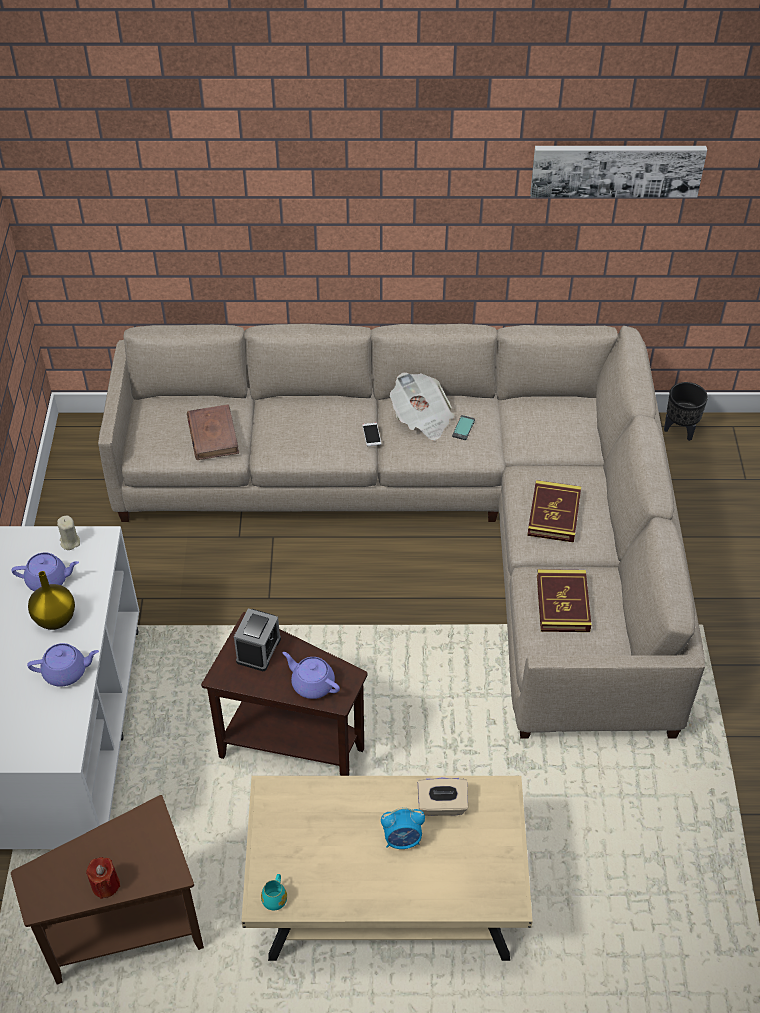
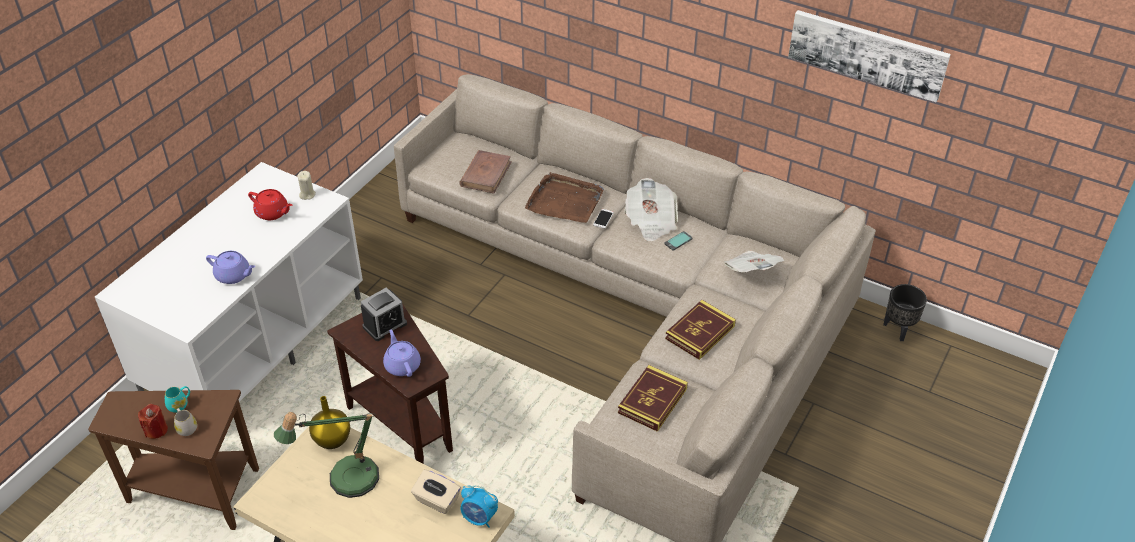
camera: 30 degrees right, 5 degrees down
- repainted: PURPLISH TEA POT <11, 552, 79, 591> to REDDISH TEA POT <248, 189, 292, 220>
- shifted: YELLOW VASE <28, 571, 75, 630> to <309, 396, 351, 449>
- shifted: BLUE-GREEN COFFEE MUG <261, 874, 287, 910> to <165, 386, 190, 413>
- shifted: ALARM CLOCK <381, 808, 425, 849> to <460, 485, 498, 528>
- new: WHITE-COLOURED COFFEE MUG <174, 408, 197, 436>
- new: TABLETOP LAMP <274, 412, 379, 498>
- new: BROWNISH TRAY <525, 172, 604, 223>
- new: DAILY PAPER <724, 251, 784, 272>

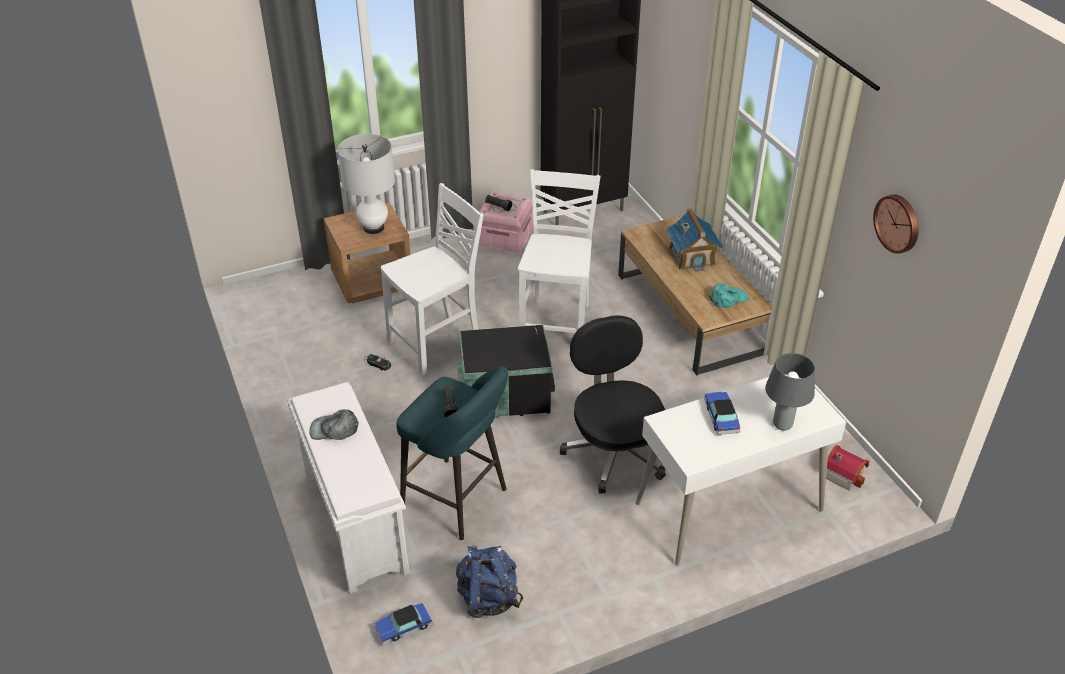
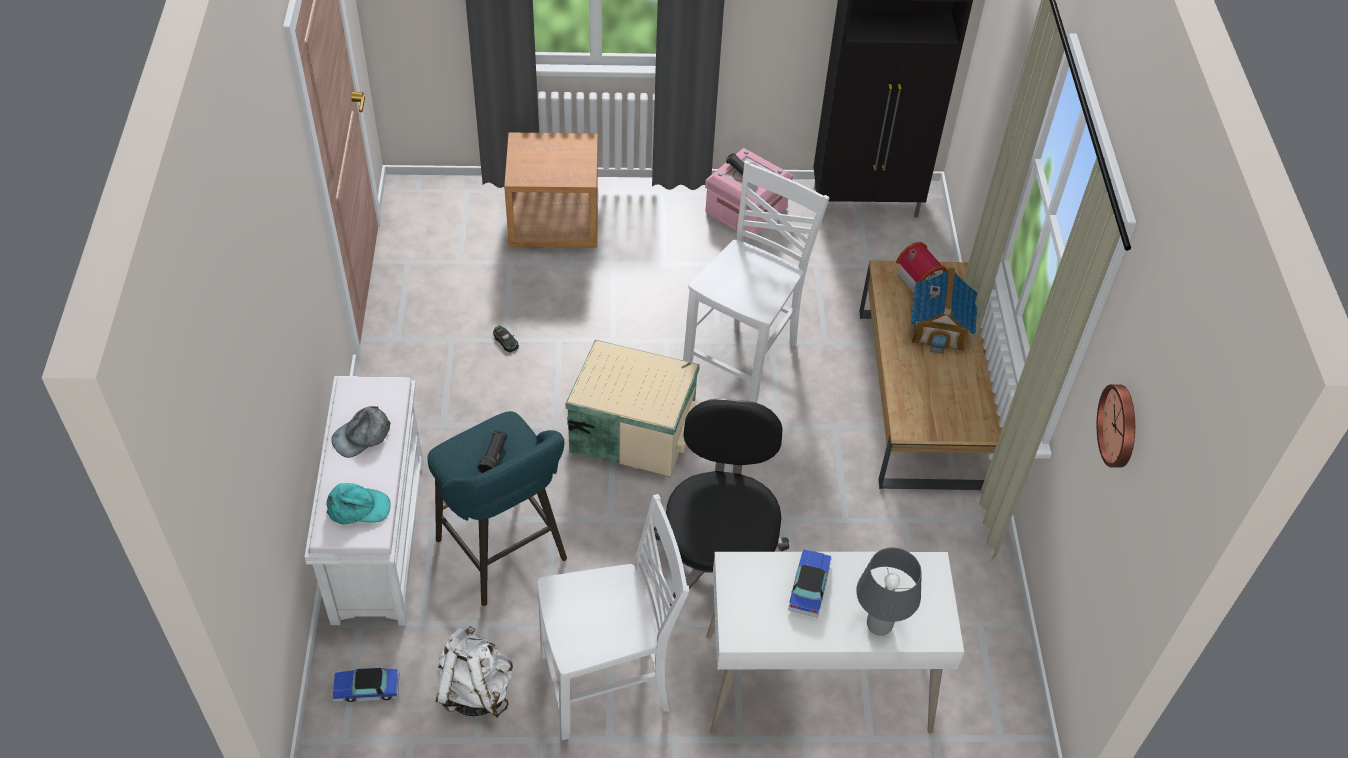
camera: 20 degrees right, 10 degrees up
- rotated: GRAY BASEBALL CAP <309, 409, 359, 440> = <331, 406, 390, 458> 60 degrees counterclockwise
- gone: WHITE-COLOURED TABLETOP LAMP <338, 134, 395, 234>
- shifted: WHITE-COLOURED UPRIGHT CHAIR <381, 183, 484, 375> to <538, 494, 689, 740>
- repainted: BLUISH RUCKSACK <456, 545, 523, 618> to WHITE-COLOURED RUCKSACK <436, 626, 513, 717>
- repainted: BLACKISH STORAGE BOX <457, 325, 555, 418> to SAND-COLOURED STORAGE BOX <565, 339, 700, 478>
- shifted: BLUE-GREEN BASEBALL CAP <709, 284, 749, 308> to <326, 483, 390, 525>
- shifted: TOY HOUSE <826, 445, 869, 491> to <896, 242, 948, 294>

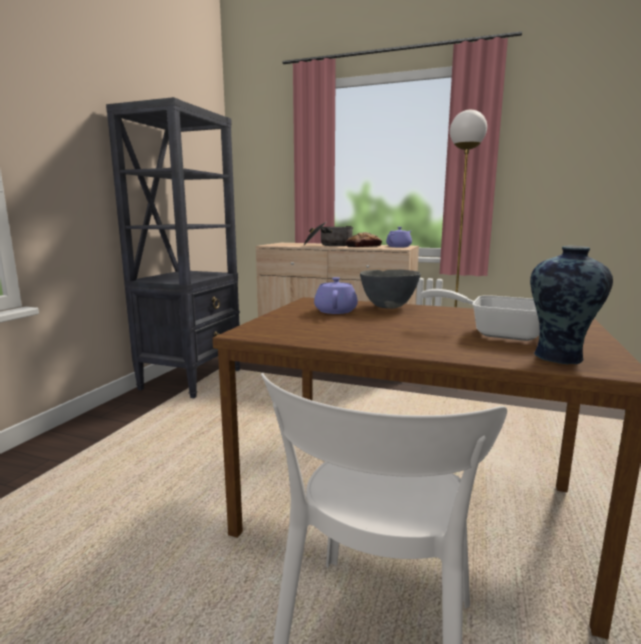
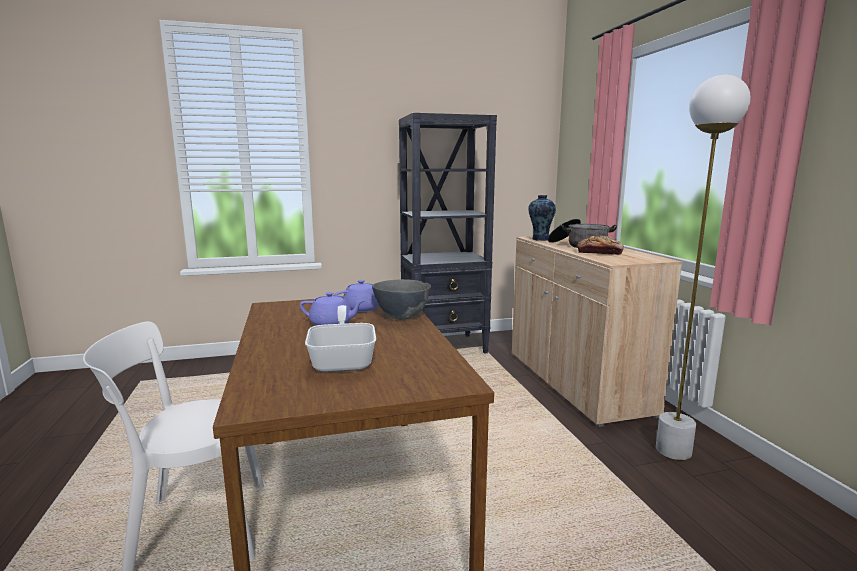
camera: 55 degrees right, 0 degrees up
- shifted: PURPLISH TEA POT <386, 227, 412, 247> to <300, 292, 365, 325>
- shifted: VASE <530, 246, 613, 365> to <528, 195, 556, 241>

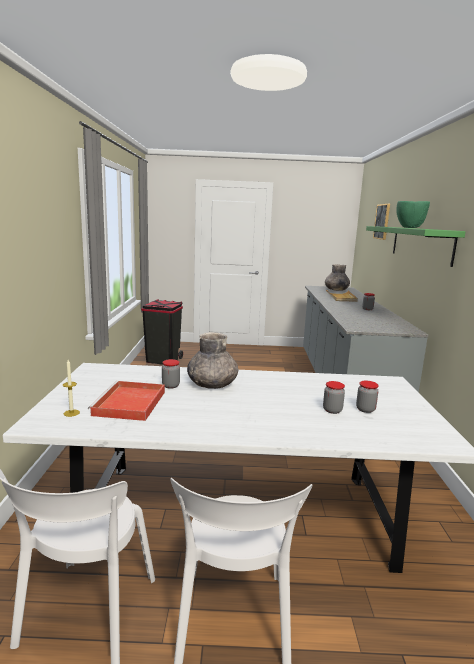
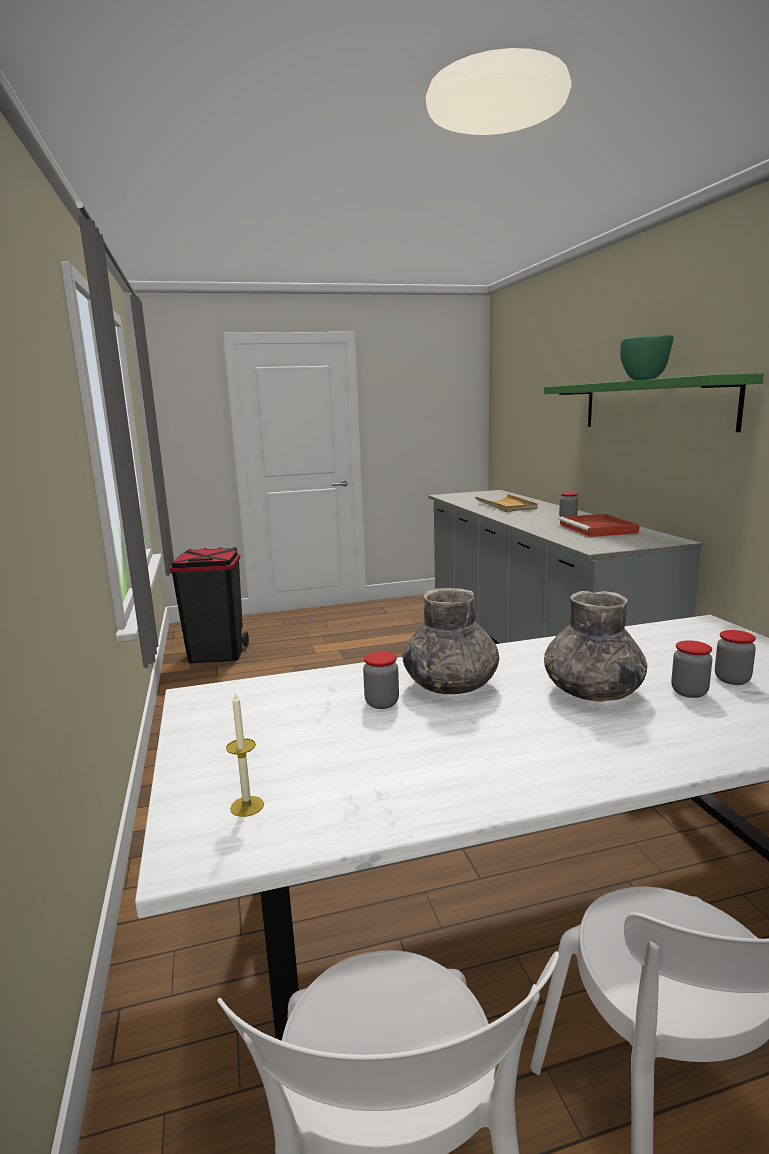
camera: 15 degrees left, 0 degrees up
- shifted: REDDISH TRAY <88, 381, 165, 421> to <558, 514, 640, 537>
- shifted: GRAY VASE <325, 264, 350, 291> to <544, 591, 647, 702>
- gone: WALL PICTURE <373, 204, 390, 240>

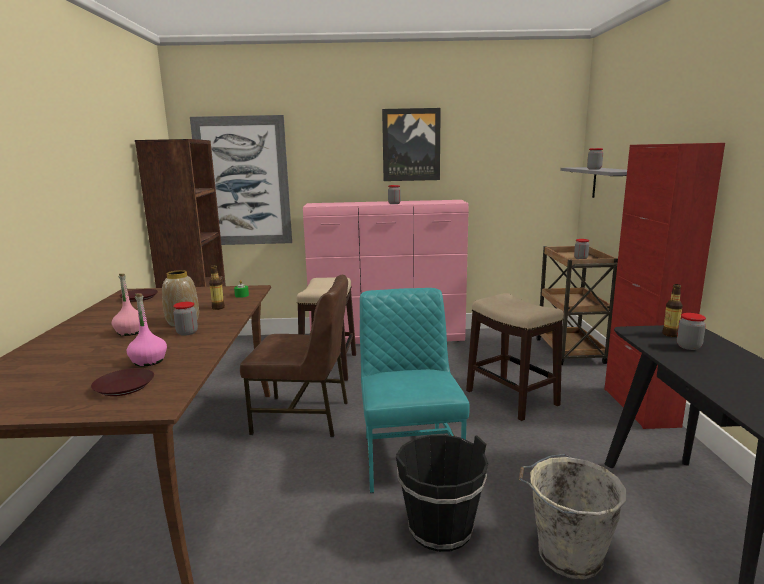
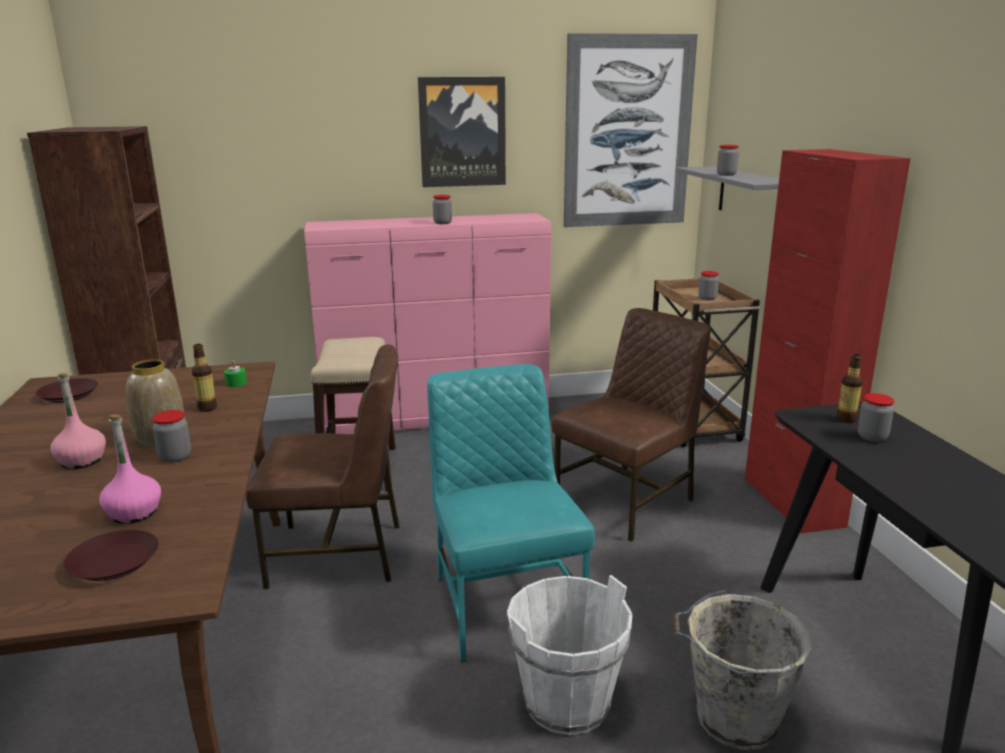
camera: 10 degrees left, 5 degrees up
- shifted: WALL PICTURE <190, 115, 292, 245> to <564, 33, 698, 227>
- repainted: BLACKISH BUCKET <396, 435, 488, 552> to WHITE-COLOURED BUCKET <507, 575, 632, 735>
- swapped: STOOL <466, 293, 564, 421> to BROWNISH UPRIGHT CHAIR <552, 308, 711, 542>

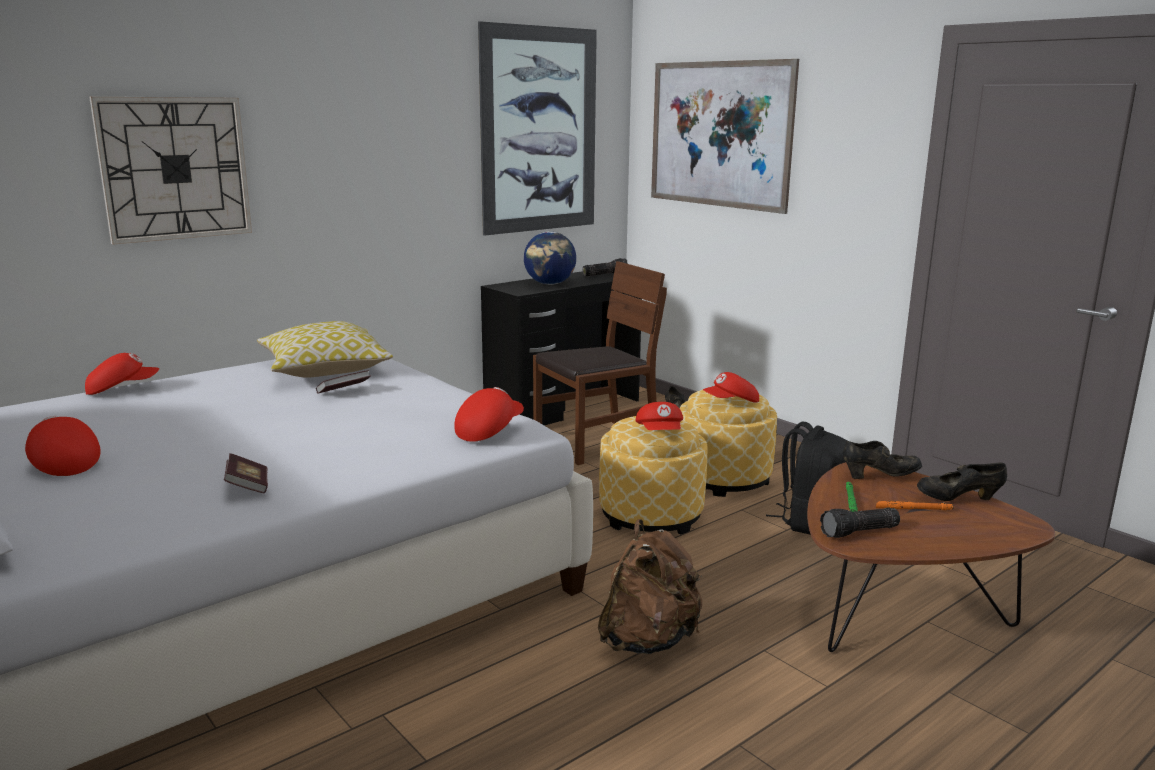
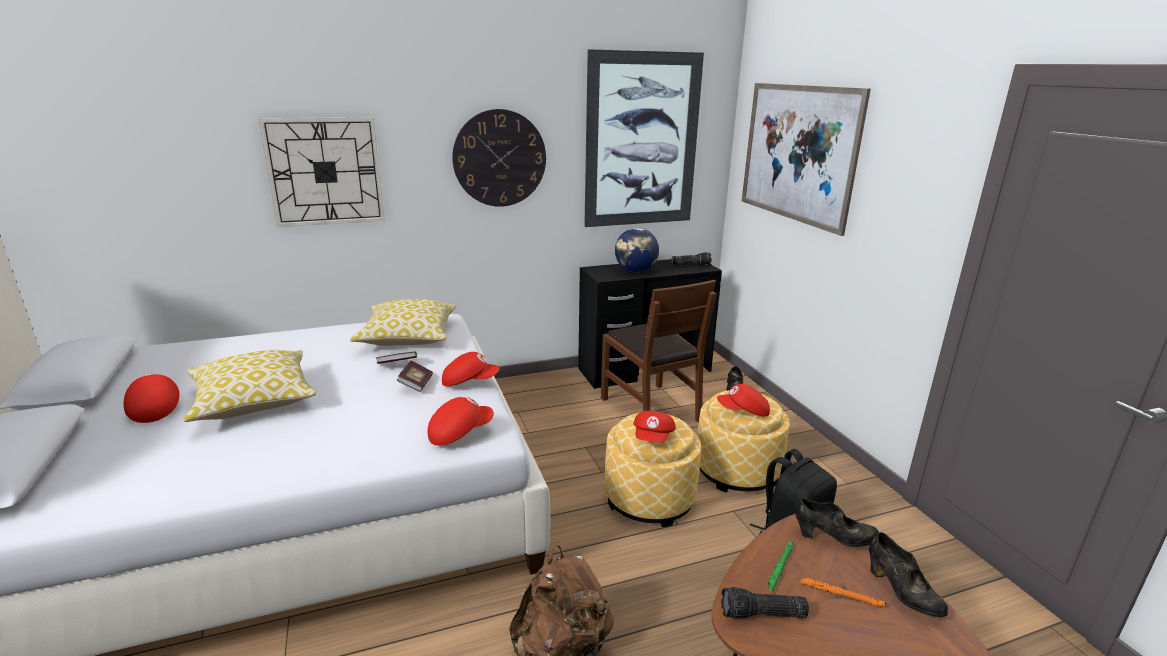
camera: 20 degrees right, 5 degrees up
- shifted: REDDISH BASEBALL CAP <85, 353, 159, 395> to <442, 352, 500, 386>
- shifted: BOUND BOOK <224, 453, 268, 493> to <397, 360, 433, 392>
- rotated: BROWNISH UPRIGHT CHAIR <533, 261, 667, 465> = <601, 280, 716, 422> 75 degrees clockwise
- rotated: BLACKISH ITEM OF FOOTWEAR <917, 462, 1007, 501> = <869, 532, 948, 617> 135 degrees counterclockwise
- new: PILLOW <183, 350, 316, 422>
- new: CLOCK ON THE WALL <452, 109, 546, 207>

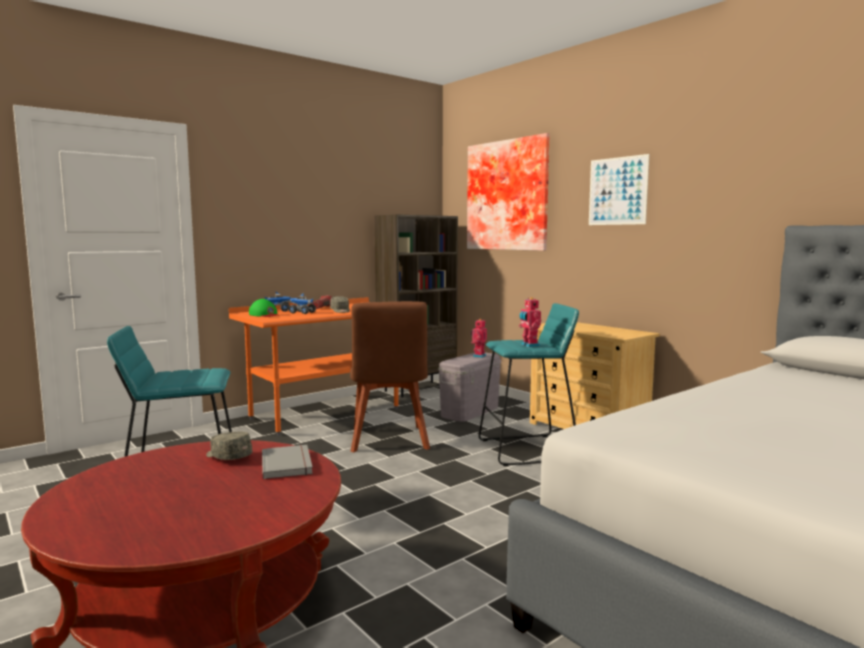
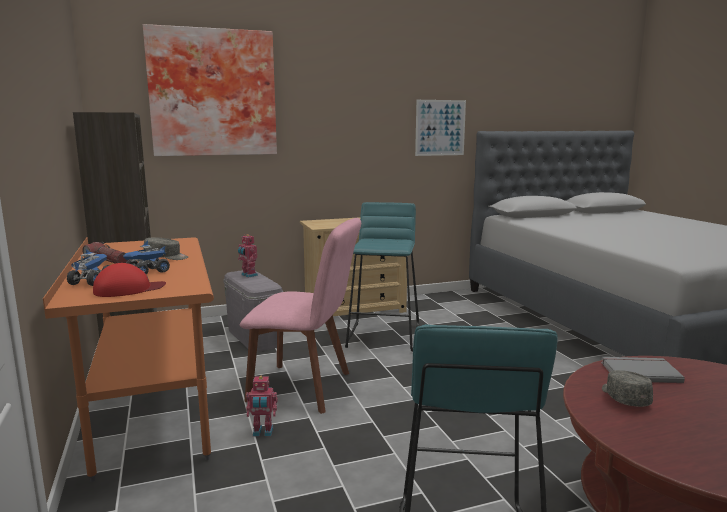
camera: 70 degrees left, 5 degrees up
- rotated: GRAY BASEBALL CAP <206, 432, 253, 460> = <602, 370, 653, 407> 120 degrees clockwise
- repainted: GREEN BASEBALL CAP <249, 299, 280, 317> to REDDISH BASEBALL CAP <93, 263, 166, 297>
- repainted: BROWNISH UPRIGHT CHAIR <350, 301, 430, 453> to PINKISH UPRIGHT CHAIR <240, 218, 361, 414>
- shifted: ROBOT FIGURE <519, 297, 541, 347> to <246, 376, 278, 436>
- shifted: WALL PICTURE <589, 154, 649, 225> to <415, 100, 466, 156>

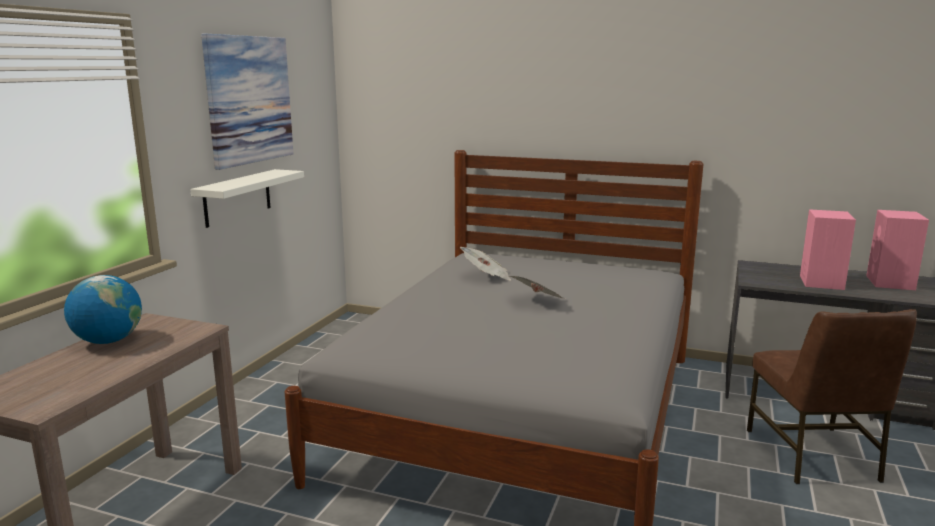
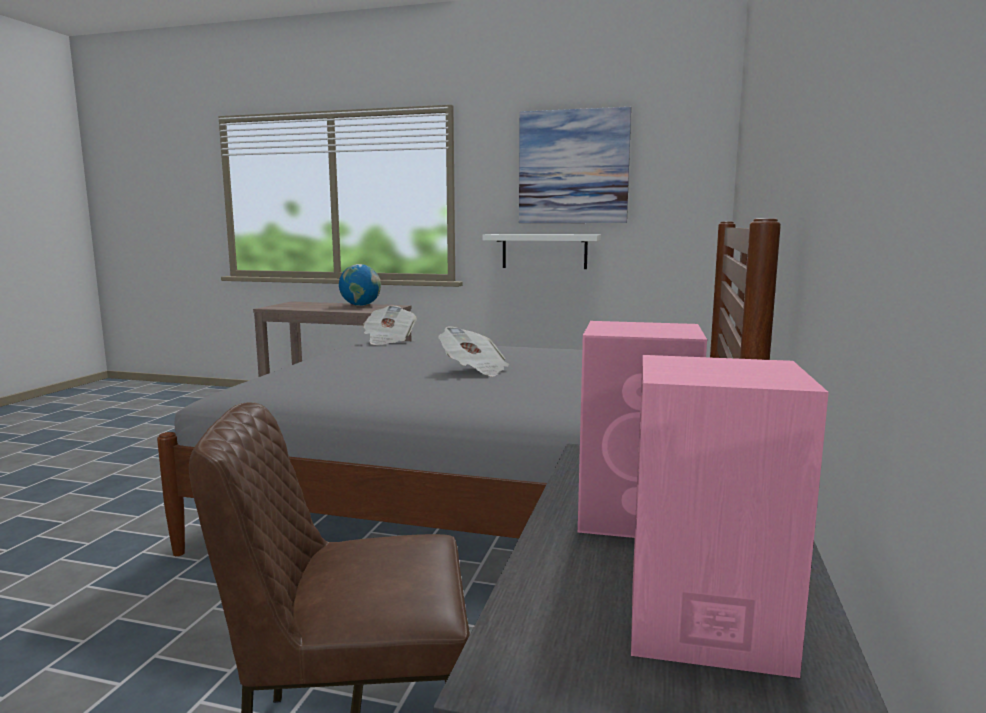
camera: 85 degrees right, 5 degrees down
- shifted: DAILY PAPER <460, 247, 512, 281> to <363, 306, 417, 345>

